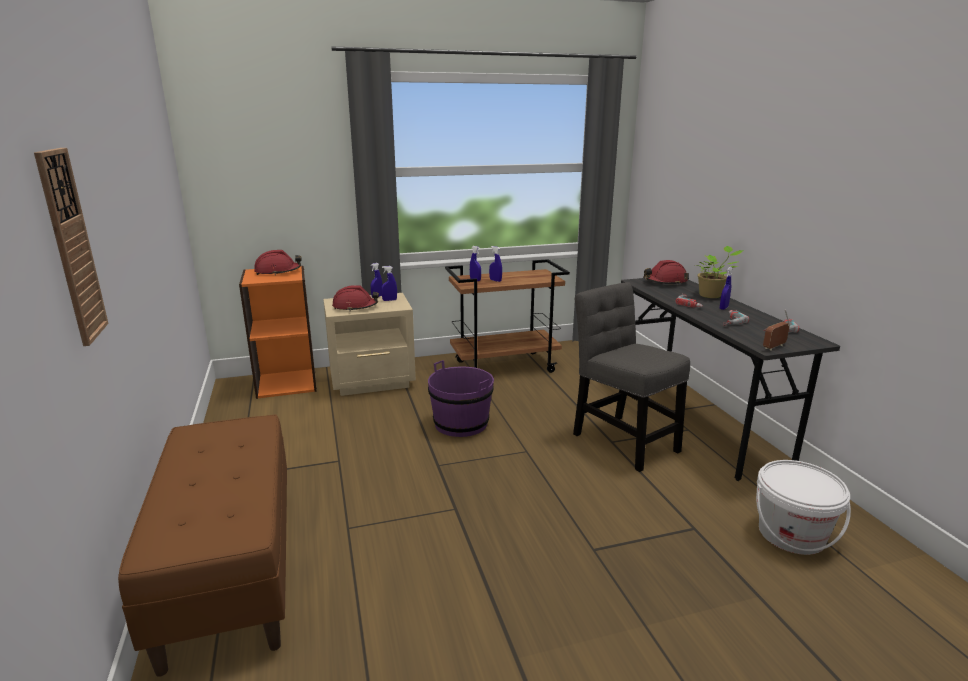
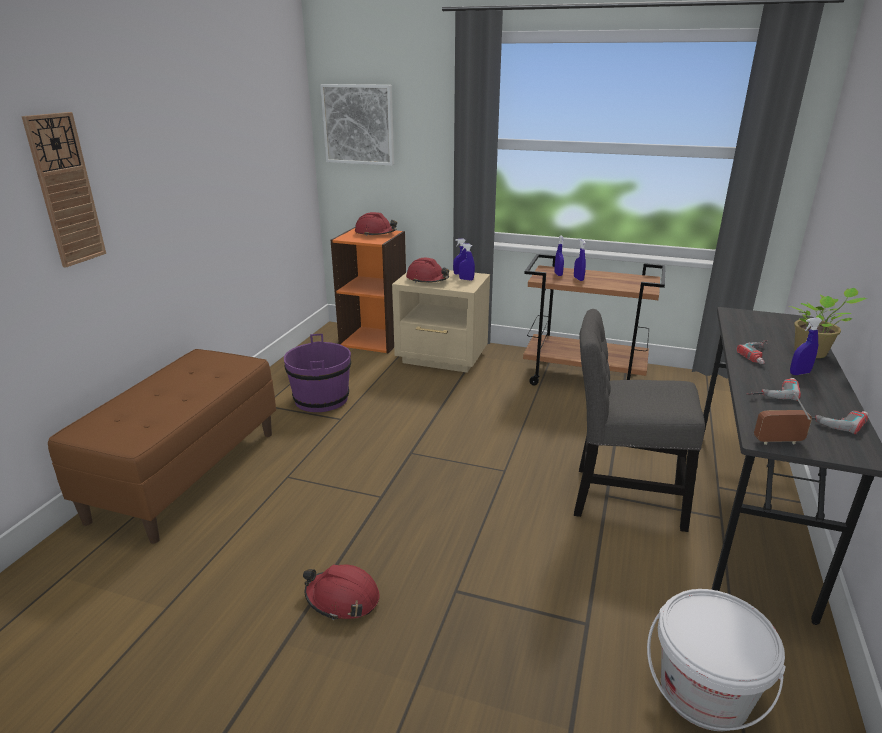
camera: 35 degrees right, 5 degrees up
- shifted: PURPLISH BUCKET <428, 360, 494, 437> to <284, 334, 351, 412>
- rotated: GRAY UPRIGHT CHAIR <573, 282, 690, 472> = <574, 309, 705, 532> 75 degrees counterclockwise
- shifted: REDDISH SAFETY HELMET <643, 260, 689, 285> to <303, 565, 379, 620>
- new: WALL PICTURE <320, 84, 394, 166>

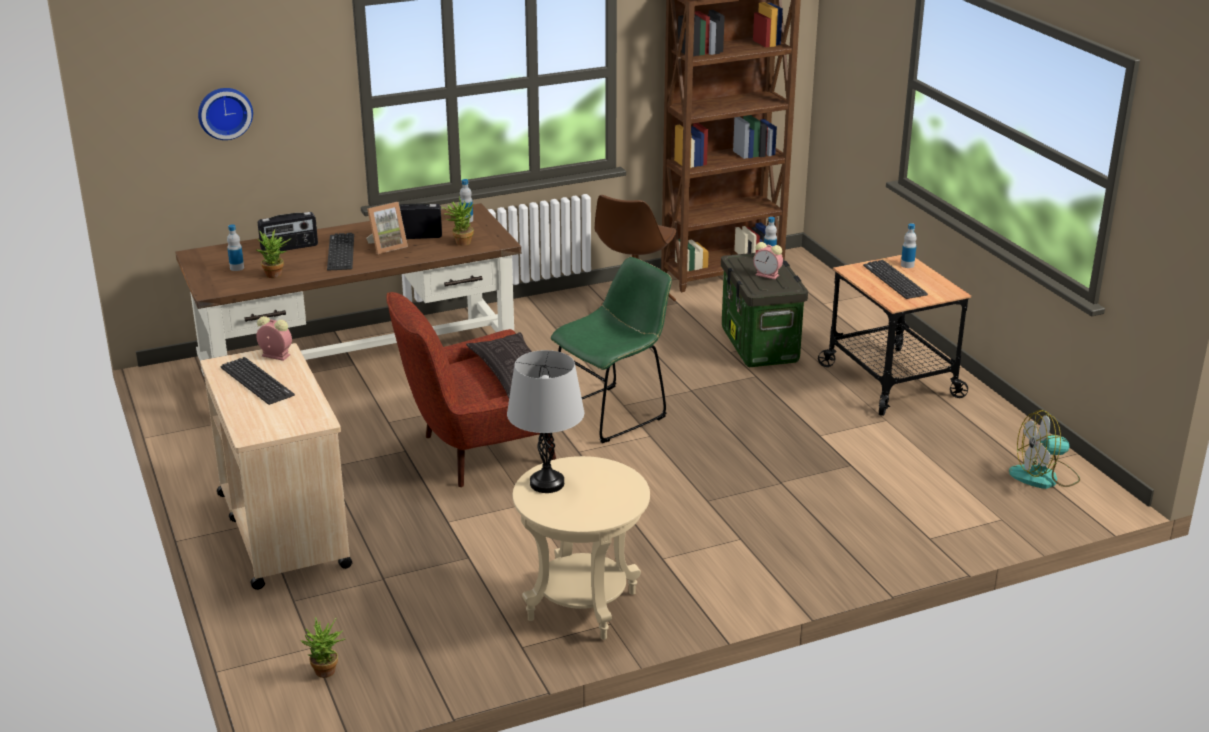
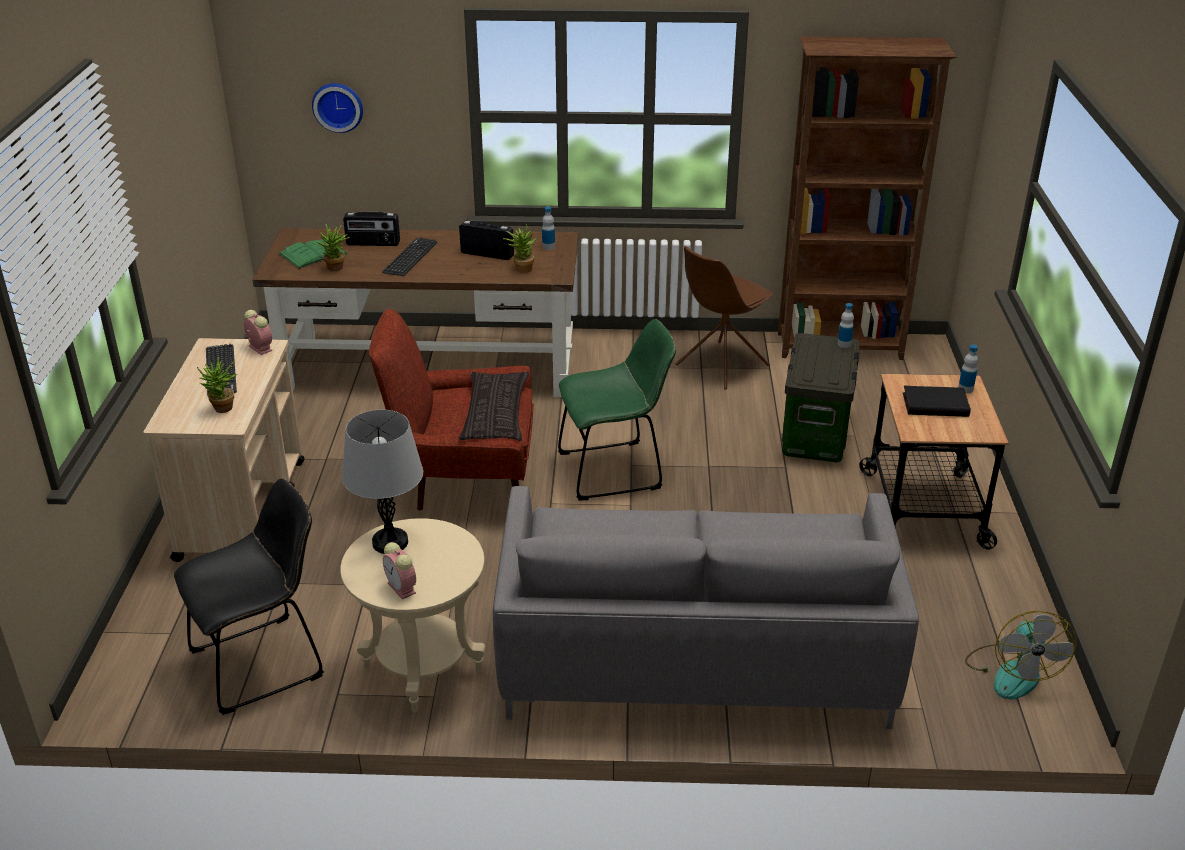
camera: 25 degrees right, 5 degrees up
- swapped: DRINK BOTTLE <227, 225, 244, 271> to GREEN BOUND BOOK <279, 239, 348, 269>
- shifted: PLANT IN A POT <300, 617, 345, 678> to <197, 356, 237, 413>
- gone: STANDING FRAME <366, 202, 408, 254>
- shifted: ALARM CLOCK <753, 242, 783, 279> to <383, 542, 416, 599>
- swapped: KEYBOARD <863, 260, 928, 299> to BLACKISH BOUND BOOK <903, 386, 971, 417>
- rotated: ELECTRIC FAN <1009, 410, 1080, 489> = <965, 611, 1076, 699> 105 degrees counterclockwise
- new: BLACKISH UPRIGHT CHAIR <174, 478, 324, 715>
- new: GRAY SOFA <493, 486, 919, 729>

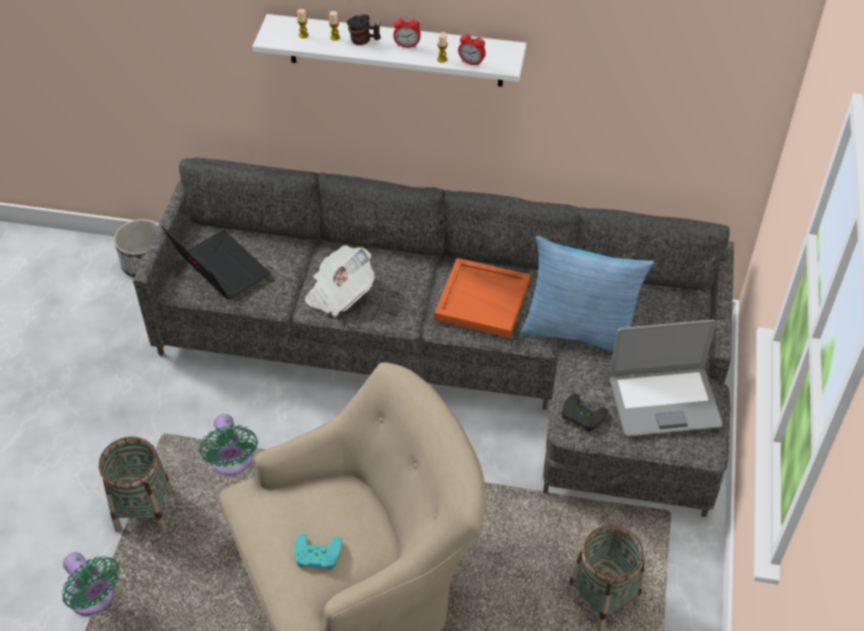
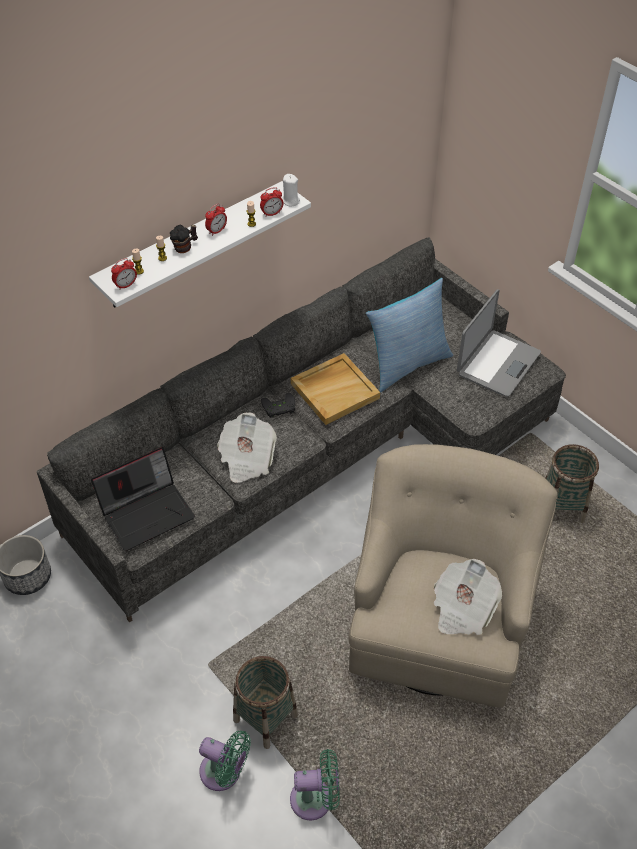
camera: 50 degrees left, 0 degrees up
- rotated: PORTABLE COMPUTER <162, 225, 271, 299> = <91, 447, 195, 551> 150 degrees clockwise
- shifted: GREEN ELECTRIC FAN <199, 414, 258, 475> to <199, 731, 251, 791>
- swapped: BLUE-GREEN GAMEPAD <295, 534, 342, 570> to DAILY PAPER <434, 559, 502, 635>
- repainted: ORANGEY TRAY <434, 258, 530, 338> to SAND-COLOURED TRAY <291, 353, 380, 425>
- shifted: BLACKISH GAMEPAD <562, 393, 608, 432> to <261, 393, 295, 418>
- new: ALARM CLOCK <111, 258, 137, 290>
- new: WHITE-COLOURED WAX LIGHT <282, 174, 300, 206>

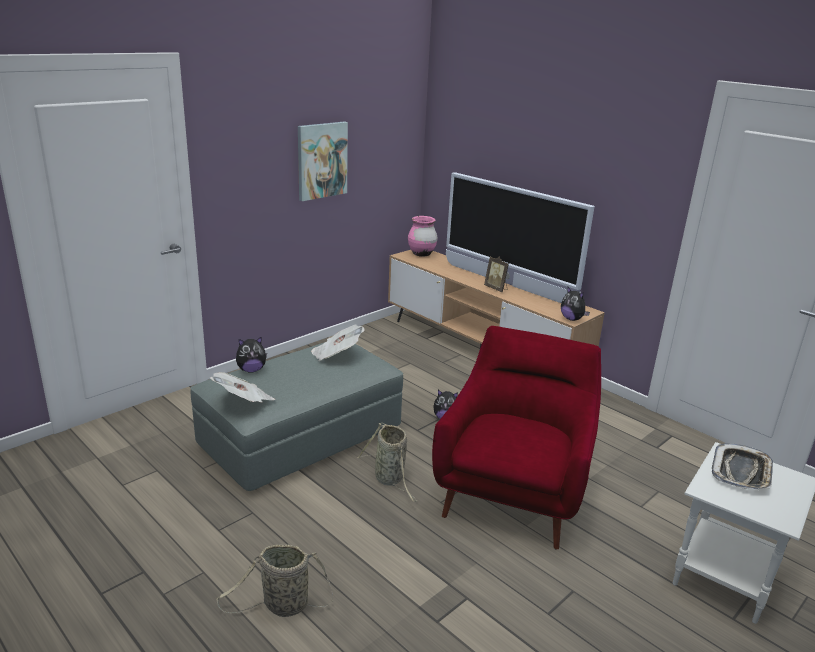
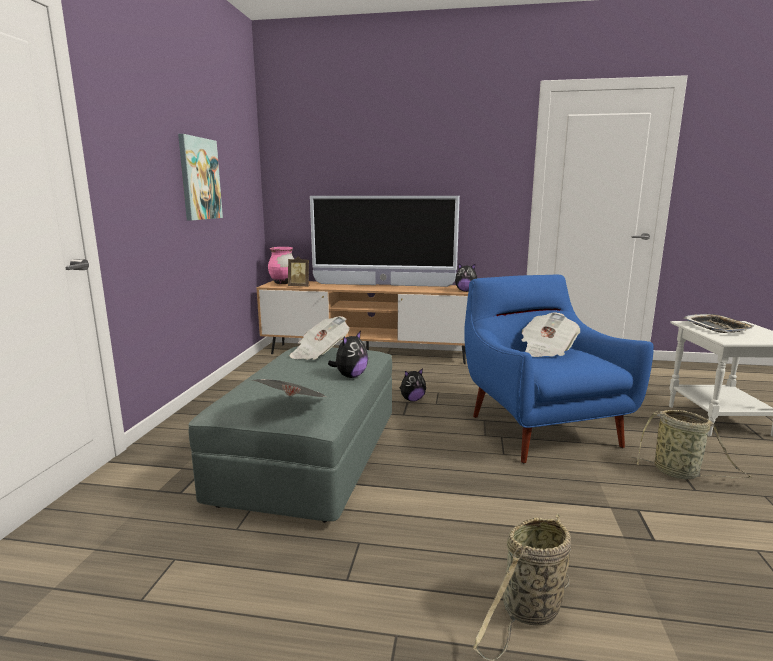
camera: 35 degrees left, 10 degrees down
- shifted: CUDDLY TOY <236, 337, 267, 373> to <328, 331, 368, 378>
- shifted: BASKET <358, 423, 417, 502> to <630, 410, 753, 479>
- repainted: REDDISH ARMCHAIR <432, 326, 601, 550> to BLUISH ARMCHAIR <464, 275, 654, 463>
- shifted: STANDING FRAME <484, 257, 509, 292> to <288, 256, 310, 287>
- new: DAILY PAPER <521, 312, 581, 357>

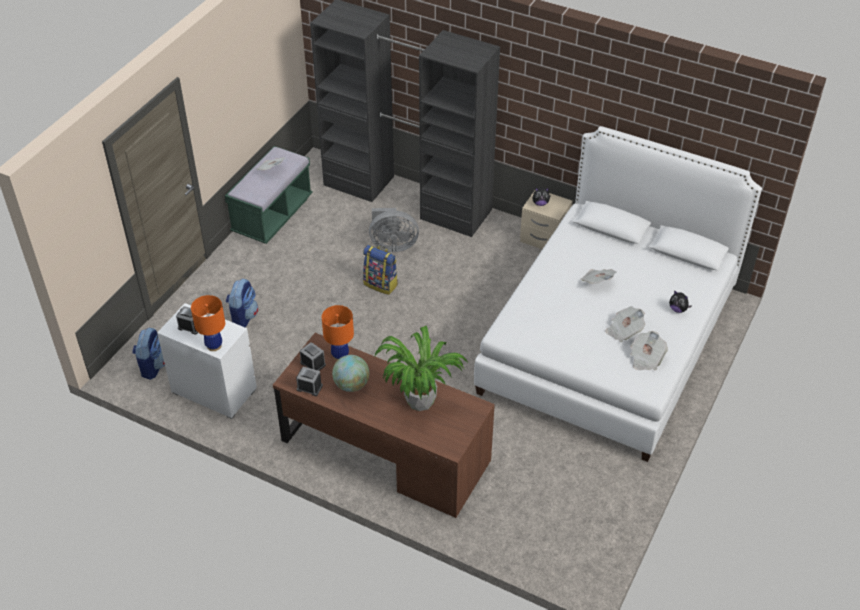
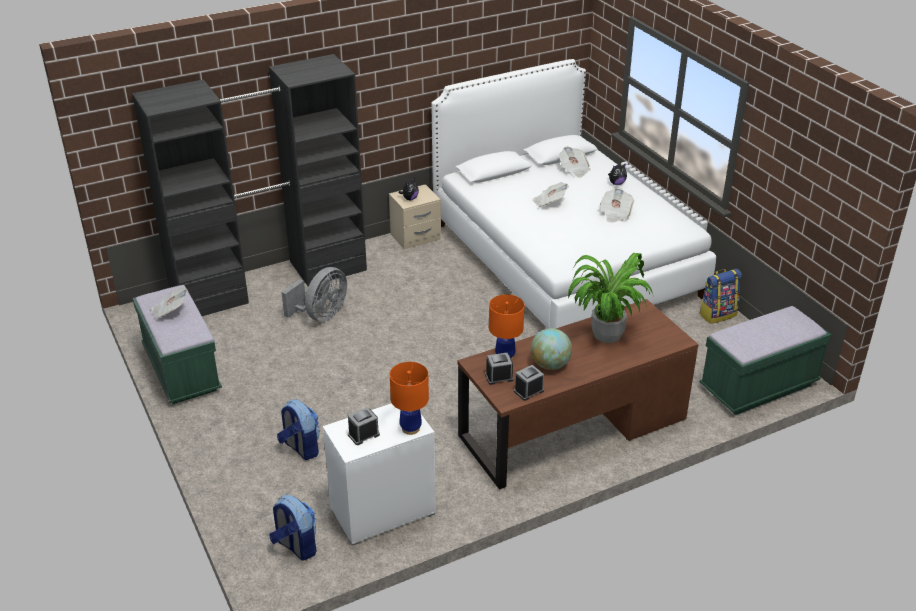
camera: 55 degrees left, 10 degrees down
- shifted: RUCKSACK <363, 245, 398, 295> to <699, 269, 742, 324>
- shifted: DAILY PAPER <630, 331, 668, 370> to <559, 146, 591, 178>
- new: GREEN BENCH <700, 306, 831, 415>

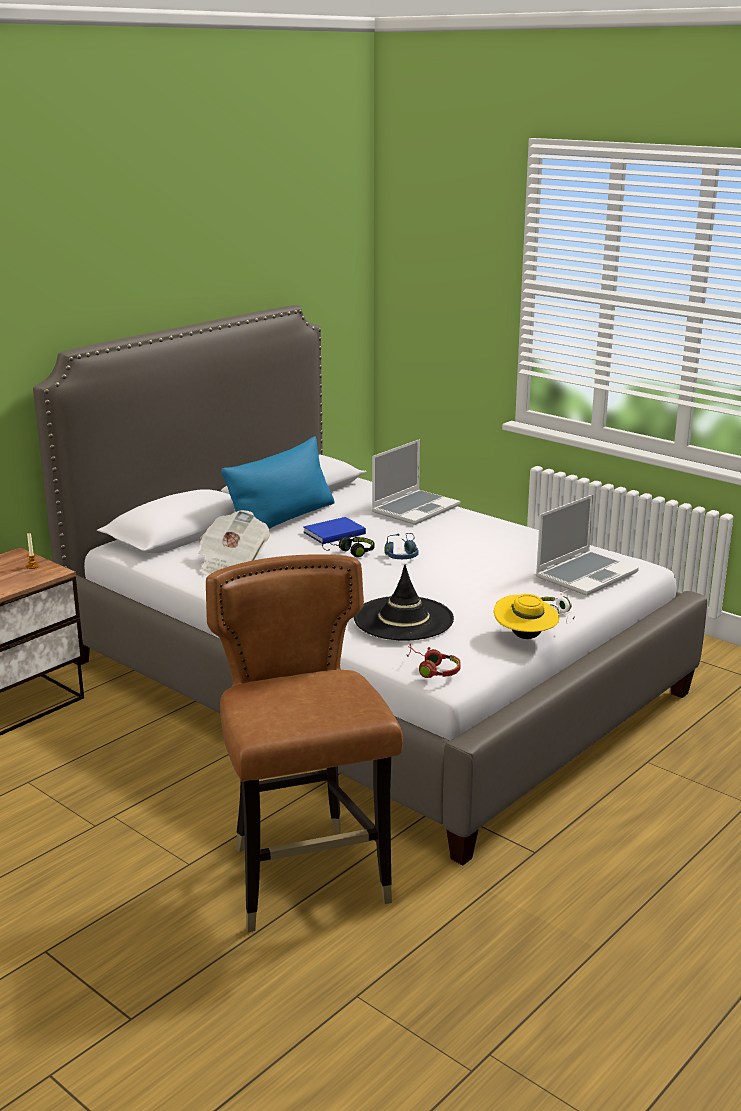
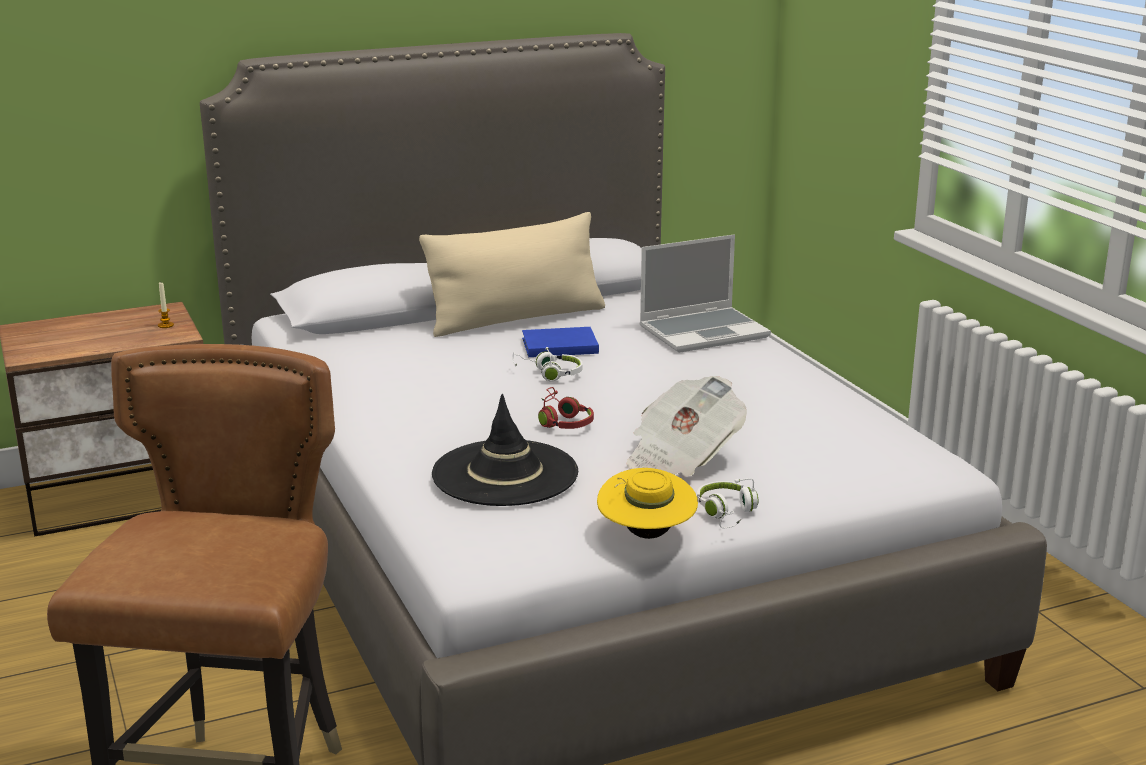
camera: 25 degrees right, 0 degrees up
- shifted: DAILY PAPER <198, 510, 270, 576> to <626, 376, 747, 477>
- repainted: BLUISH PILLOW <221, 436, 335, 529> to SAND-COLOURED PILLOW <419, 212, 605, 337>
- repainted: BLACKISH PAIR OF HEADPHONES <322, 534, 374, 557> to WHITE-COLOURED PAIR OF HEADPHONES <513, 347, 583, 382>
- gone: BLUISH PAIR OF HEADPHONES <385, 533, 419, 559>
- shifted: REDDISH PAIR OF HEADPHONES <406, 644, 461, 678> to <538, 387, 594, 429>
- gone: PORTABLE COMPUTER <536, 494, 639, 596>

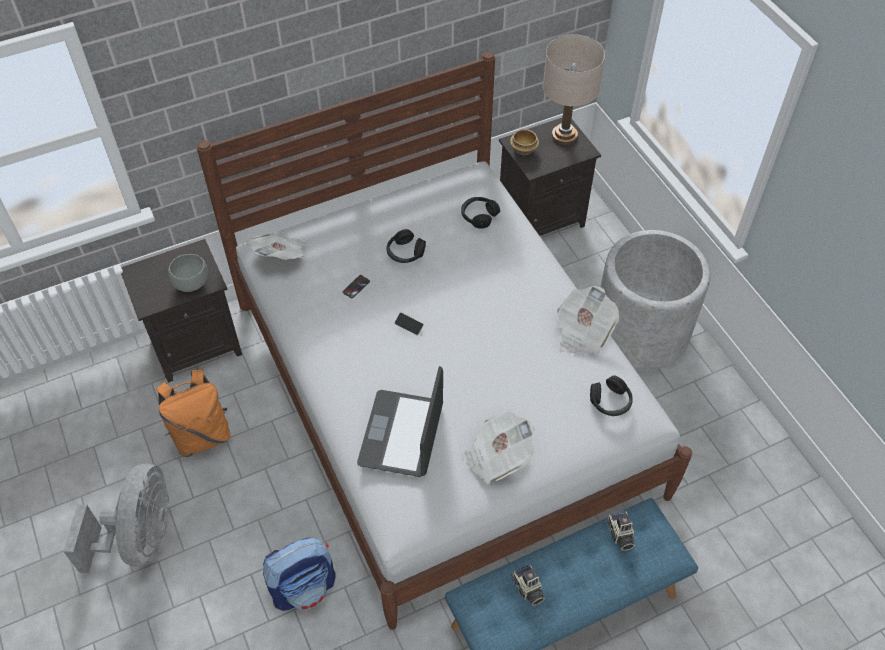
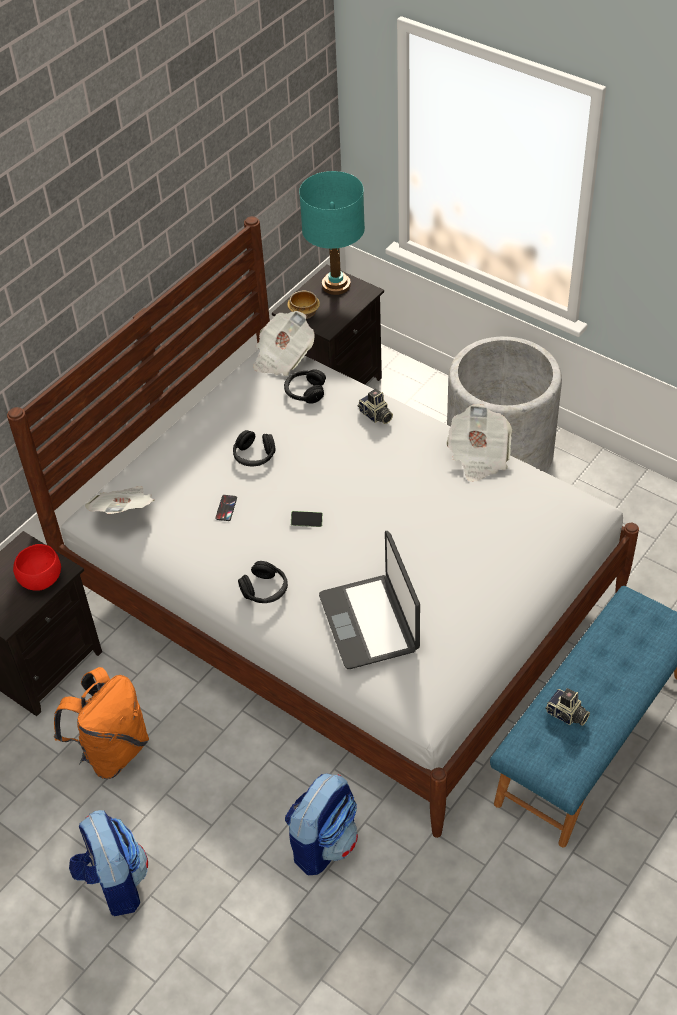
camera: 25 degrees left, 5 degrees down
- swapped: GRAY ELECTRIC FAN <63, 463, 169, 573> to RUCKSACK <69, 810, 148, 916>
- repainted: GRAY BOWL <168, 254, 208, 292> to REDDISH BOWL <13, 544, 61, 591>
- shifted: DAILY PAPER <462, 412, 535, 483> to <253, 311, 315, 376>
- repainted: SAND-COLOURED TABLETOP LAMP <543, 34, 605, 145> to BLUE-GREEN TABLETOP LAMP <299, 171, 365, 295>
- shifted: BLACKISH PAIR OF HEADPHONES <590, 375, 633, 416> to <238, 561, 288, 603>
- shifted: STILL CAMERA <606, 511, 635, 551> to <357, 389, 393, 424>

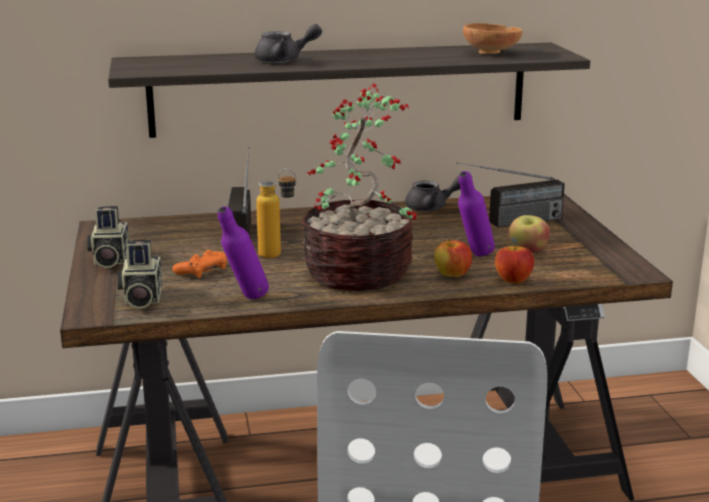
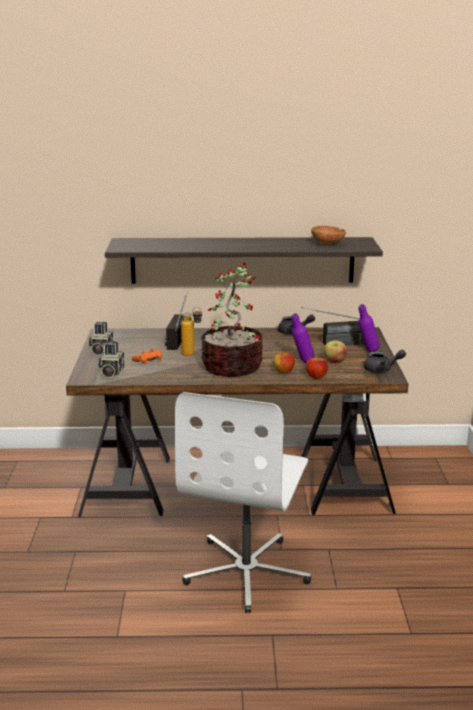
camera: 10 degrees right, 0 degrees up
- shifted: PURPLISH DRINK BOTTLE <217, 206, 269, 300> to <359, 304, 380, 352>
- shifted: GRAY TEA POT <255, 24, 322, 63> to <364, 350, 406, 373>

